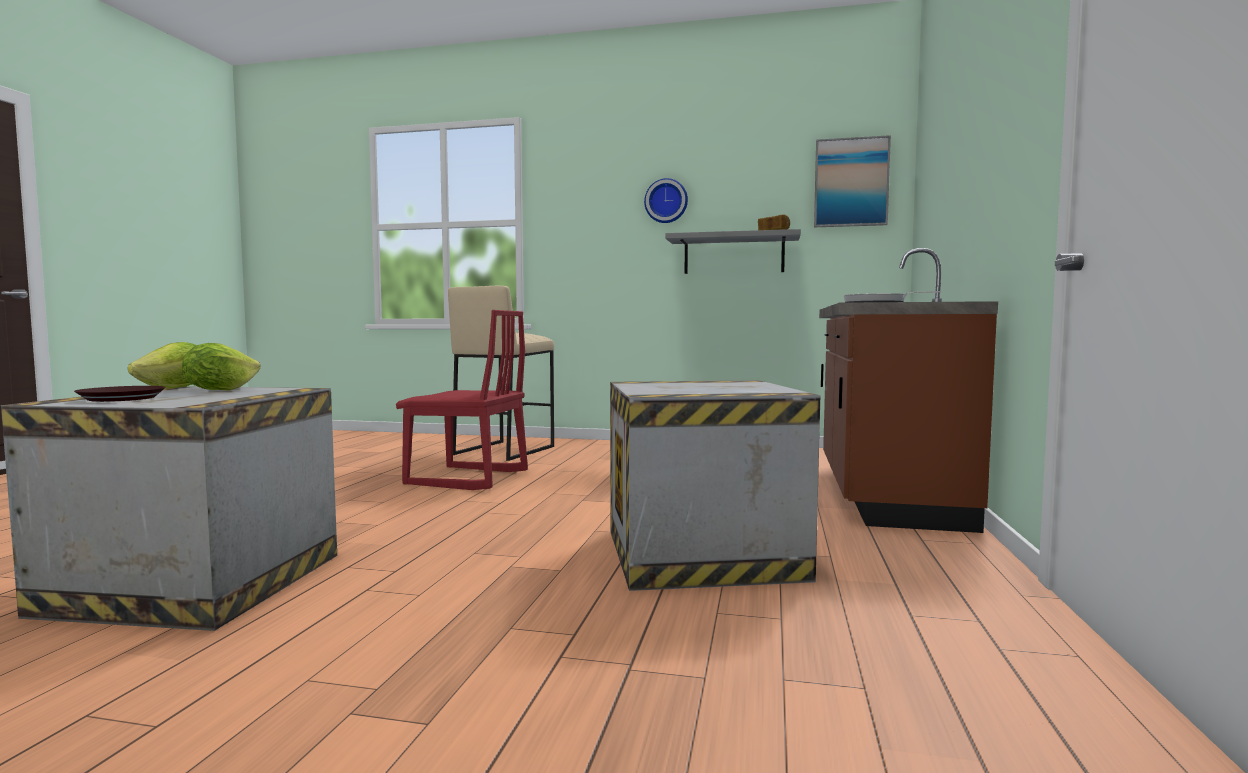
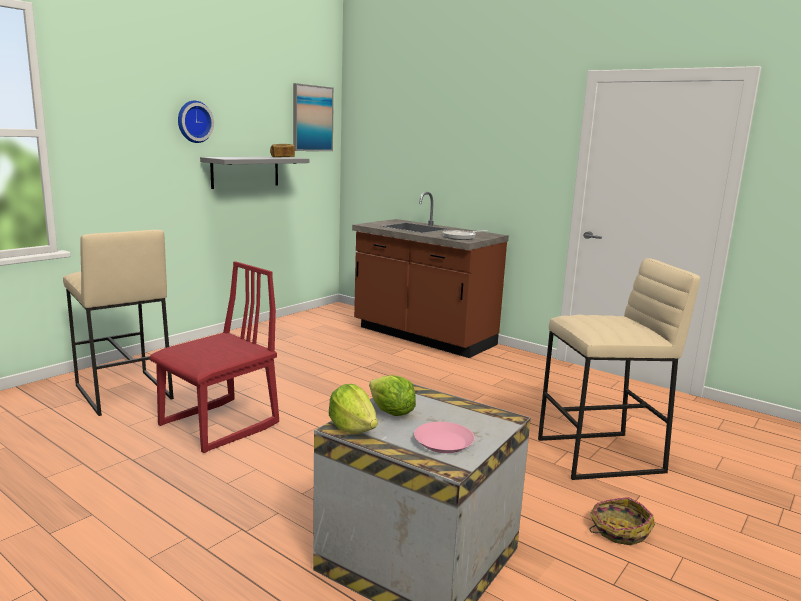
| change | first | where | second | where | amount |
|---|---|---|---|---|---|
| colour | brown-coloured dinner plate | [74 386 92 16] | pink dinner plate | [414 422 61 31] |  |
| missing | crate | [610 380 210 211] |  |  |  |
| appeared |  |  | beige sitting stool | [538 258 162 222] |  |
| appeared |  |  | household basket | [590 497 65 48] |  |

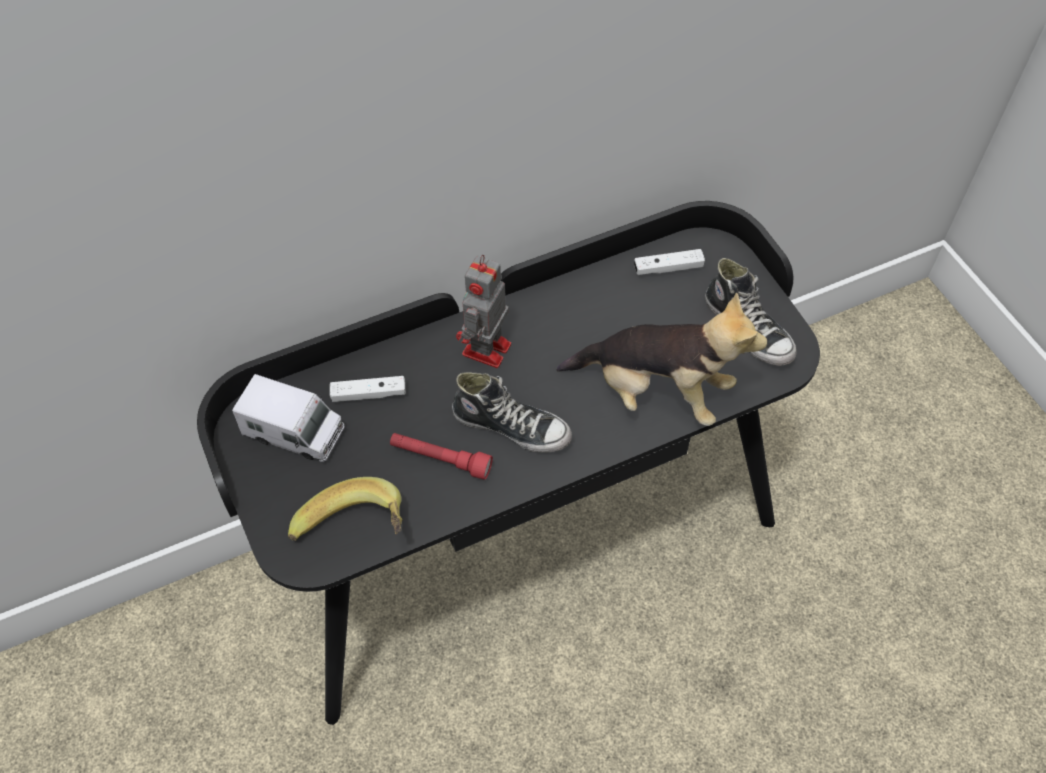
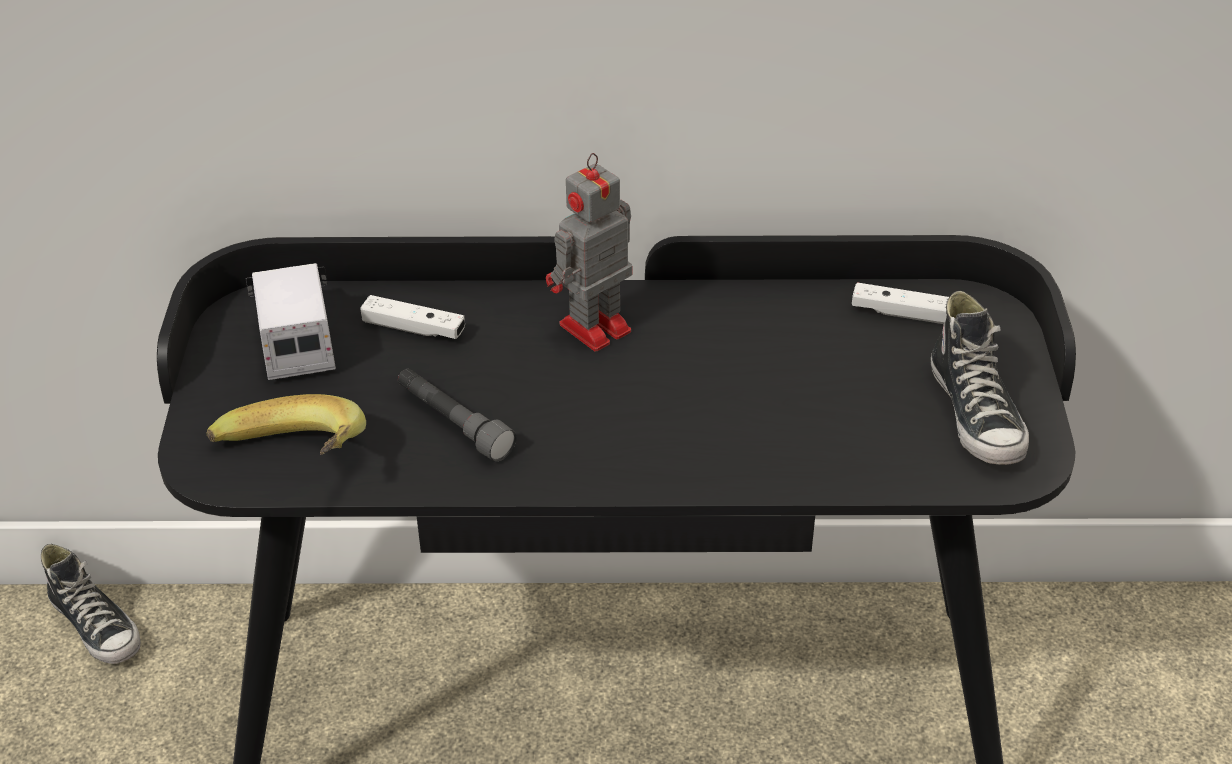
| change | first | where | second | where | amount |
|---|---|---|---|---|---|
| spun | toy lorry | [232 374 113 88] |  | [246 263 90 117] | 150 degrees counterclockwise |
| colour | red-coloured torch | [390 433 103 47] | grey torch | [398 369 118 93] |  |
| relocated | shoe | [452 372 120 81] |  | [41 544 100 120] |  |
| missing | cuddly toy | [556 292 211 134] |  |  |  |

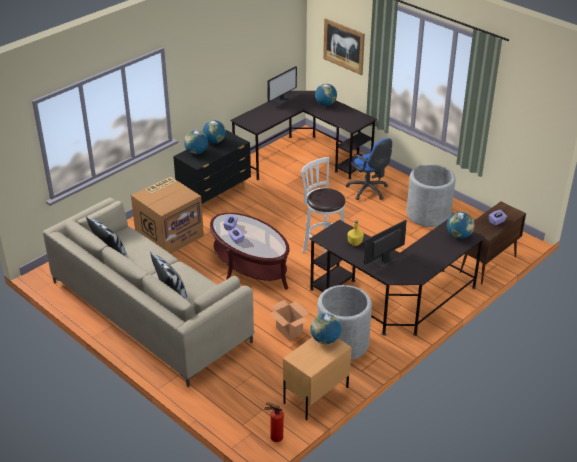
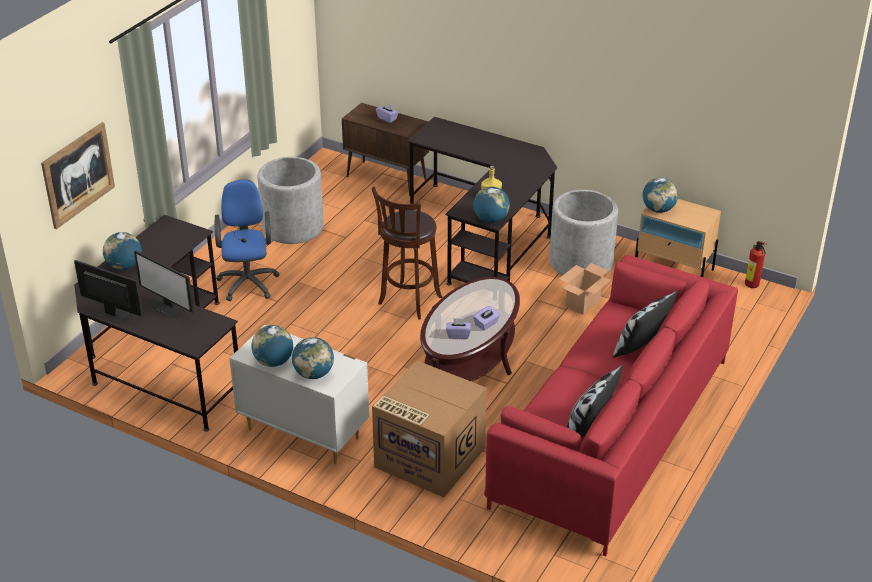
| change | first | where | second | where | amount |
|---|---|---|---|---|---|
| colour | beige sofa | [43 198 212 189] | red-coloured sofa | [484 255 254 301] |  |
| colour | blackish chest of drawers | [173 130 78 74] | whitish chest of drawers | [229 325 140 140] |  |
| colour | whitish sitting stool | [301 157 44 97] | brown-coloured sitting stool | [372 187 70 133] |  |
| spun | blue computer chair | [346 138 46 62] |  | [215 179 65 122] | 45 degrees counterclockwise |
| relocated | computer screen | [364 220 43 48] |  | [134 250 60 67] |  |
| relocated | globe | [447 212 27 27] |  | [473 187 37 36] |  |

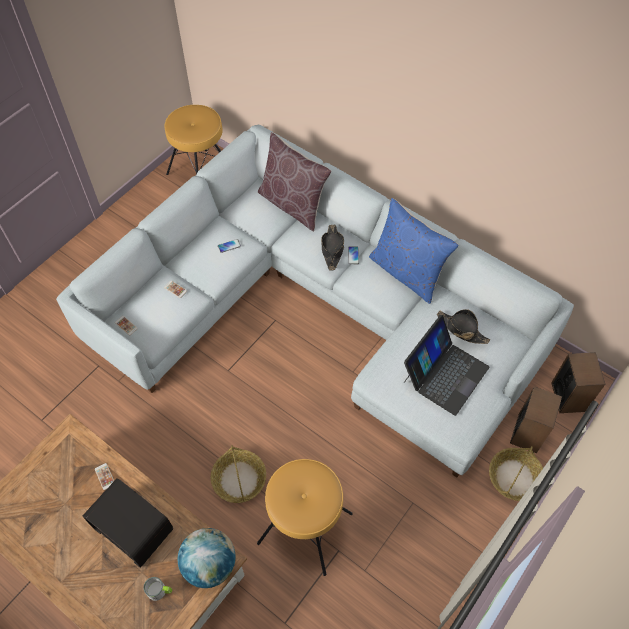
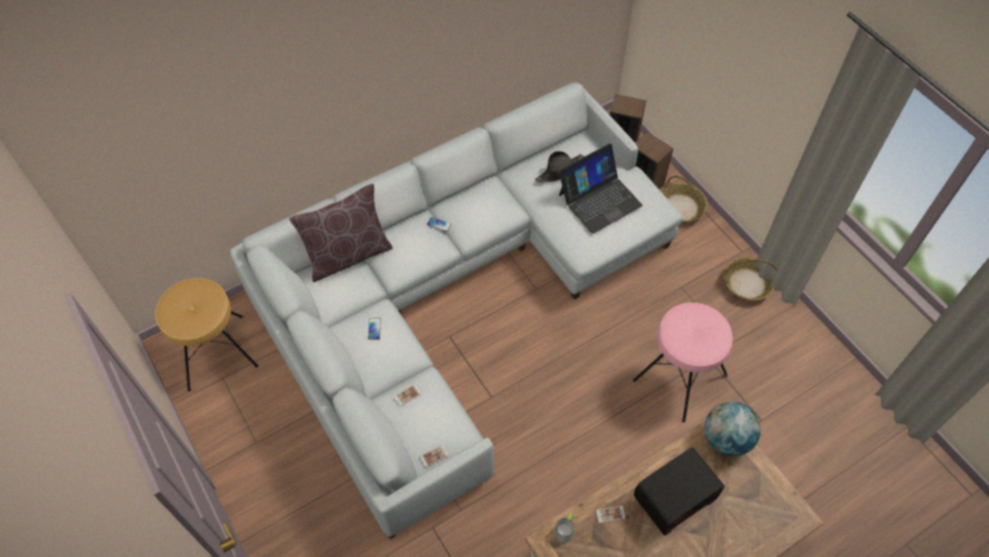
| change | first | where | second | where | amount |
|---|---|---|---|---|---|
| relocated | mug | [144 577 28 24] |  | [555 513 20 29] |  |
| relocated | household basket | [211 445 55 58] |  | [724 257 53 44] |  |
| colour | brown-coloured sitting stool | [257 459 96 117] | pink sitting stool | [633 303 100 119] |  |
| missing | blackish clothing hat | [321 224 23 47] |  |  |  |
| missing | blue throw pillow | [369 198 90 106] |  |  |  |
| spun | laptop | [404 315 86 101] |  | [559 143 84 91] | 90 degrees clockwise |

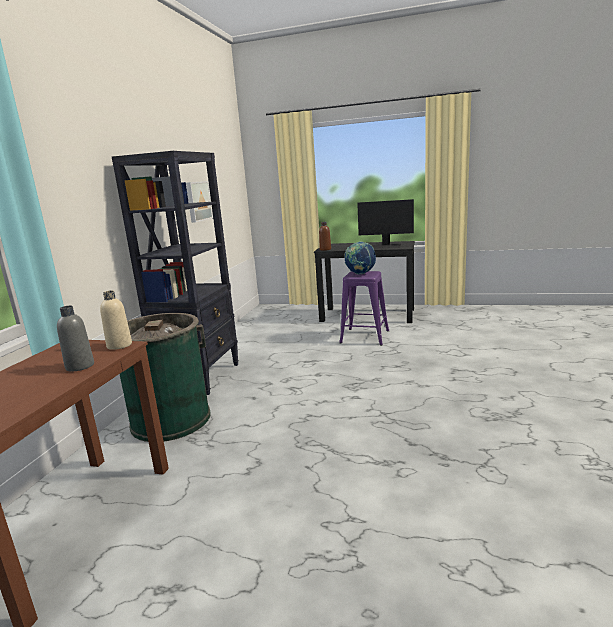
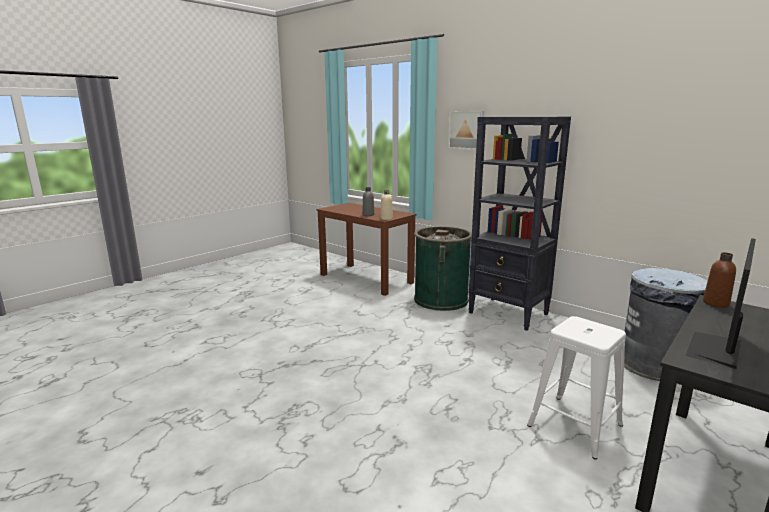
| change | first | where | second | where | amount |
|---|---|---|---|---|---|
| relocated | wall picture | [186 181 27 42] |  | [448 111 37 39] |  |
| colour | purple sitting stool | [340 271 49 75] | whitish sitting stool | [527 316 99 144] |  |
| missing | globe | [344 241 32 34] |  |  |  |
| appeared |  |  | grey trash can | [624 268 83 113] |  |

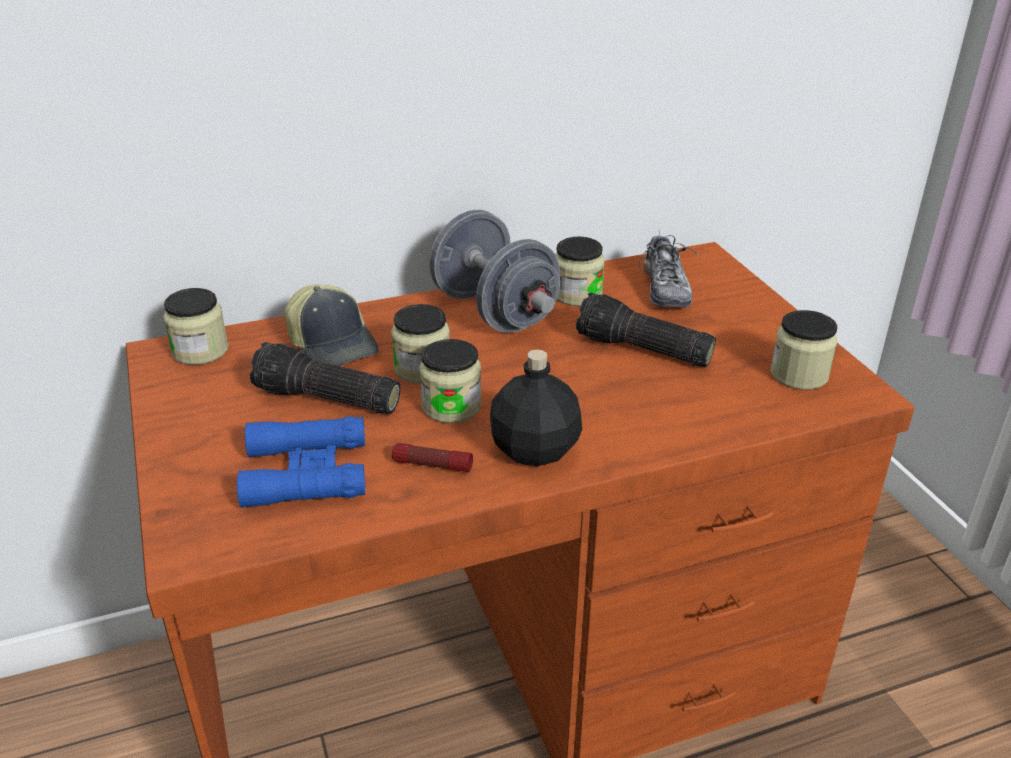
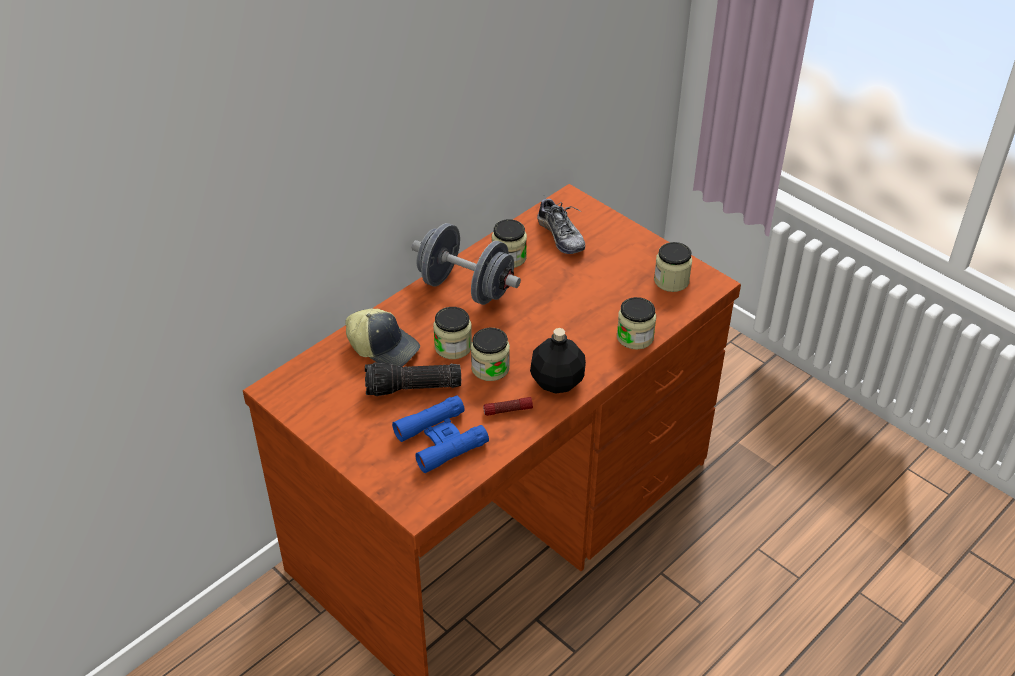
| change | first | where | second | where | amount |
|---|---|---|---|---|---|
| relocated | preserve jar | [163 288 65 77] |  | [617 297 39 53] |  |
| missing | torch | [576 292 140 75] |  |  |  |

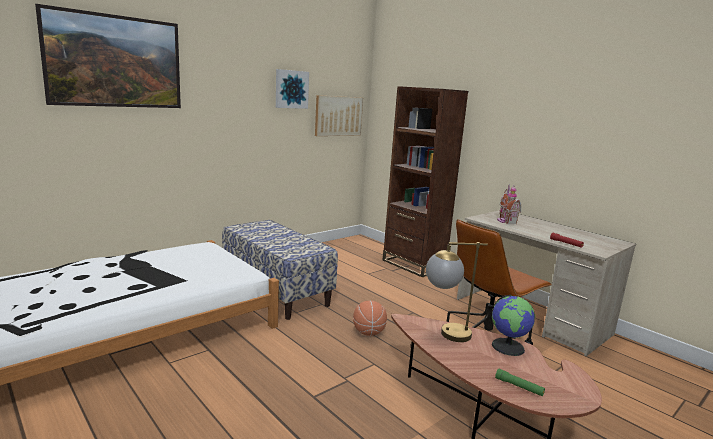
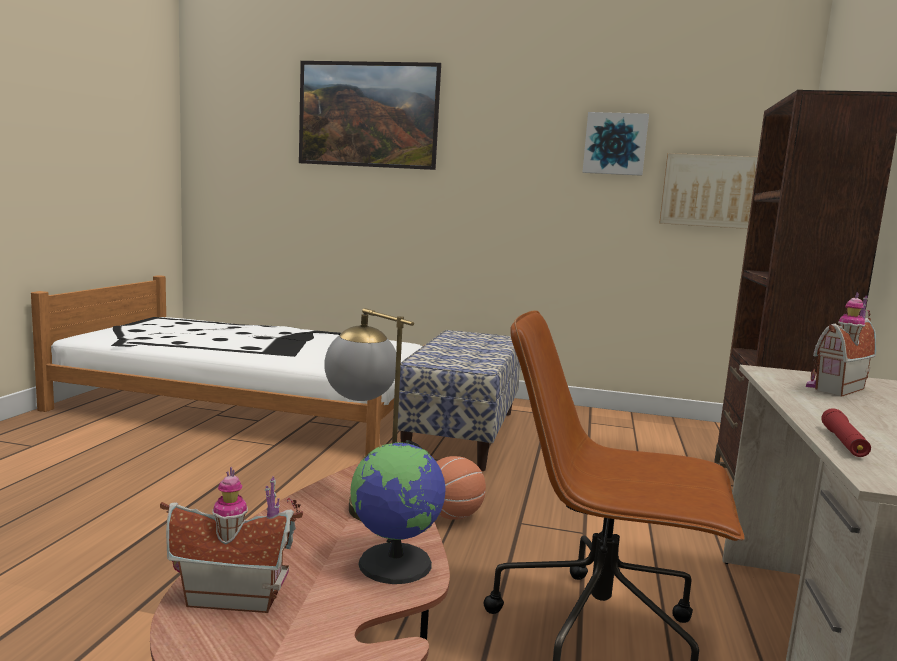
| change | first | where | second | where | amount |
|---|---|---|---|---|---|
| exchanged | greenish torch | [495 368 50 28] | miniature house | [160 467 143 146] |  |

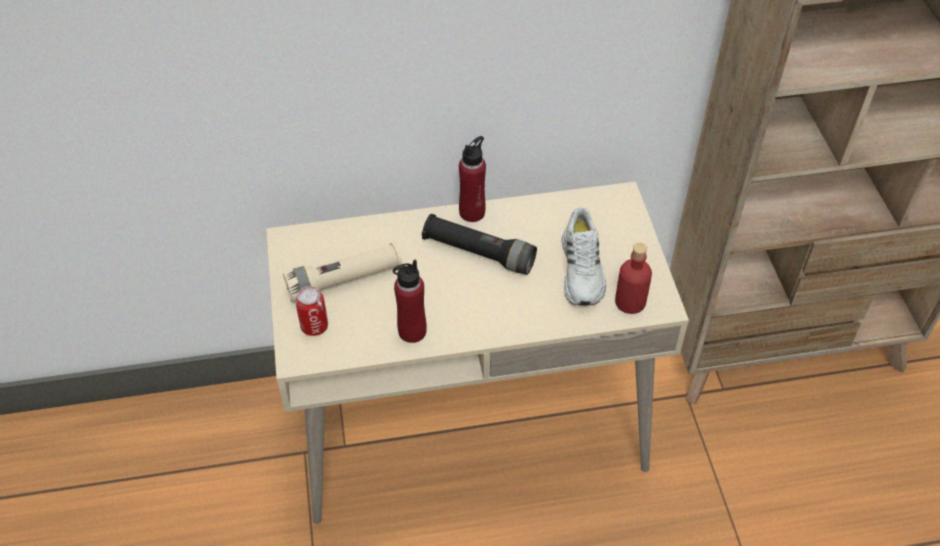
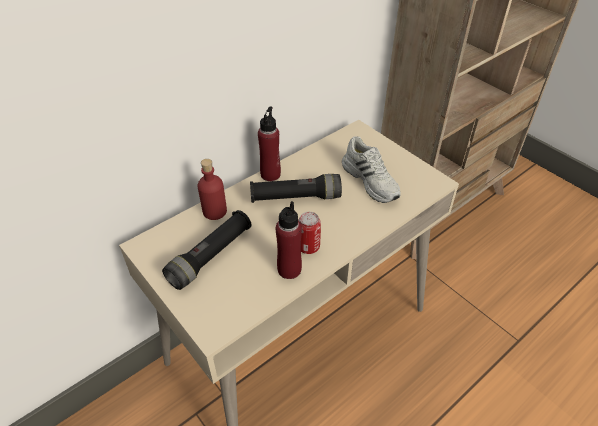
| change | first | where | second | where | amount |
|---|---|---|---|---|---|
| colour | beige torch | [283 241 119 61] | blackish torch | [162 210 90 80] |  |
| relocated | sealed can | [295 286 33 50] |  | [298 212 23 42] |  |
| relocated | red-coloured drink bottle | [615 243 37 71] |  | [198 159 29 61] |  |

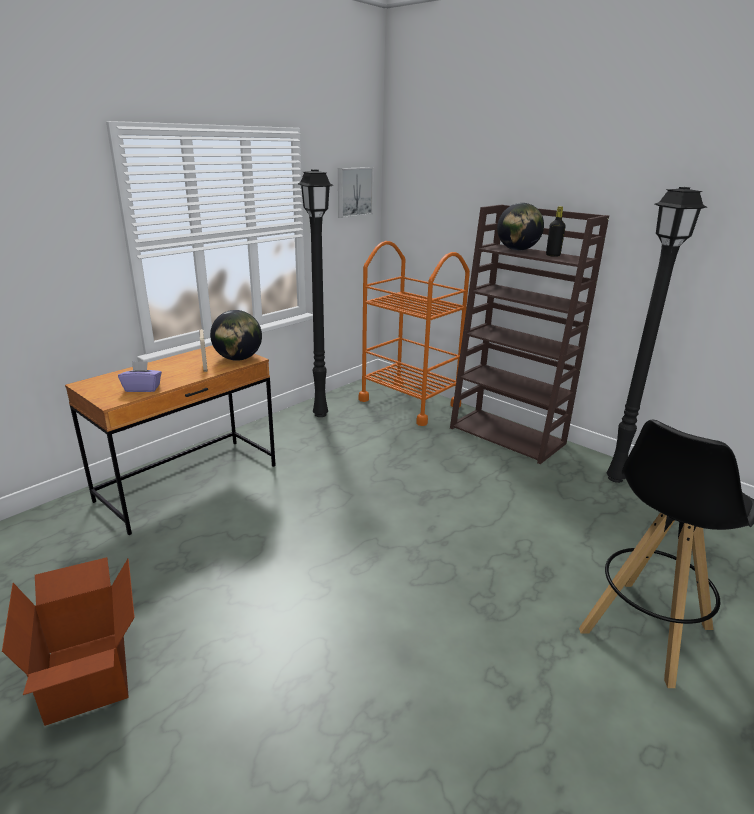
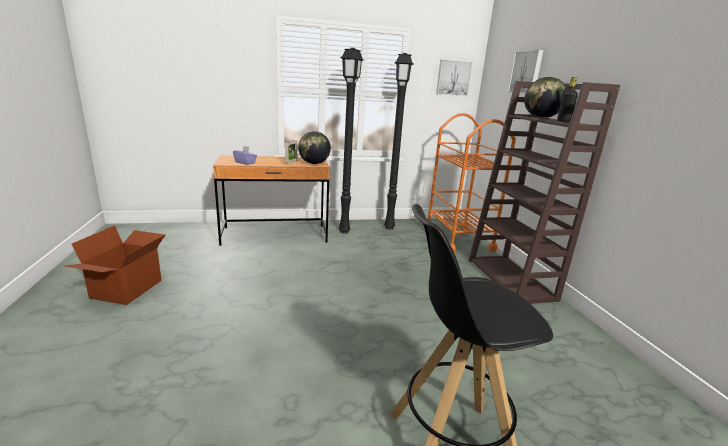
| change | first | where | second | where | amount |
|---|---|---|---|---|---|
| relocated | blackish floor lamp | [606 187 101 296] |  | [339 48 25 186] |  |
| appeared |  |  | wall picture | [508 50 36 43] |  |

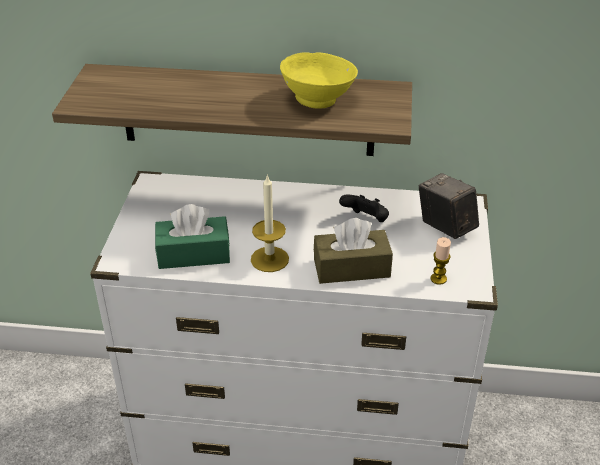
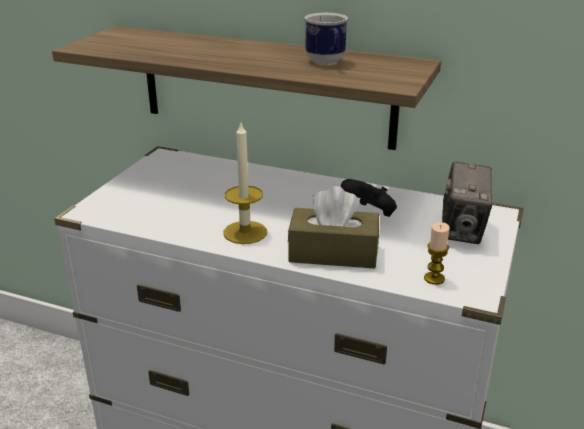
| change | first | where | second | where | amount |
|---|---|---|---|---|---|
| missing | greenish box of tissues | [155 204 75 65] |  |  |  |
| exchanged | yellowish deep dish | [280 52 78 57] | mug | [305 13 43 52] |  |
| spun | photo camera | [419 173 60 66] |  | [442 162 50 82] | 150 degrees counterclockwise |

